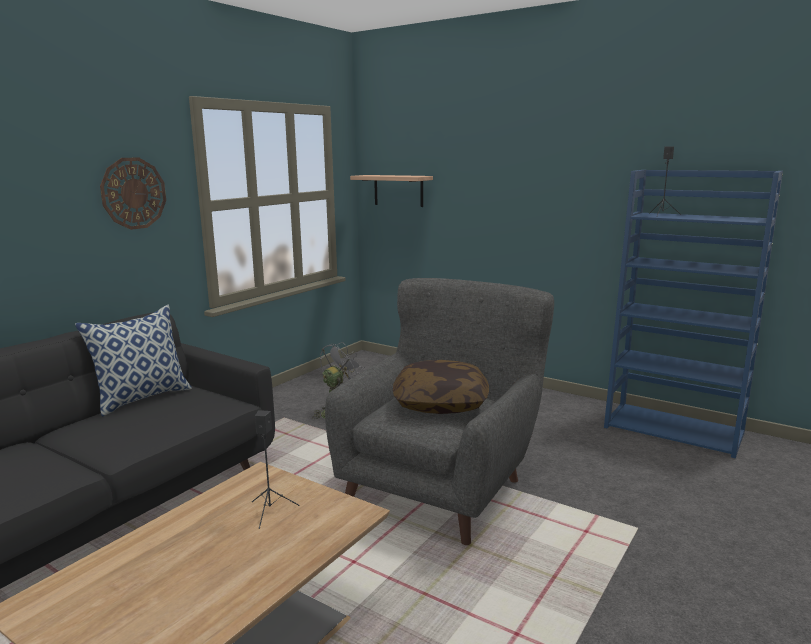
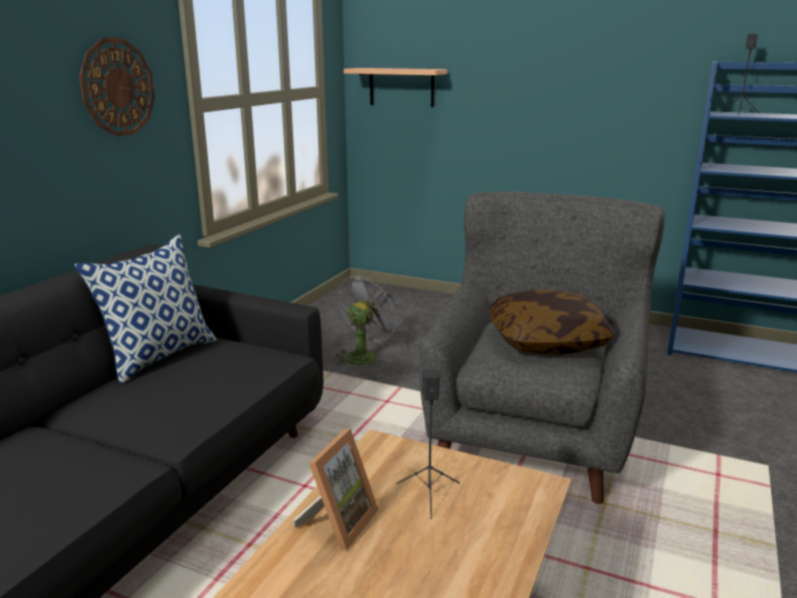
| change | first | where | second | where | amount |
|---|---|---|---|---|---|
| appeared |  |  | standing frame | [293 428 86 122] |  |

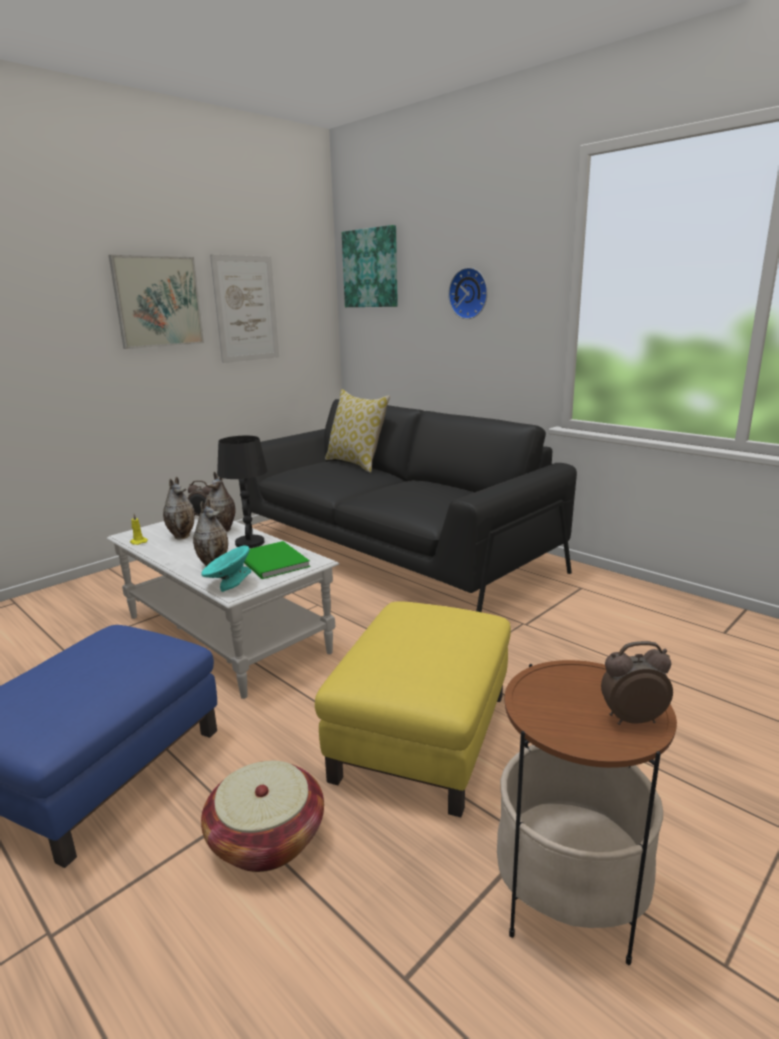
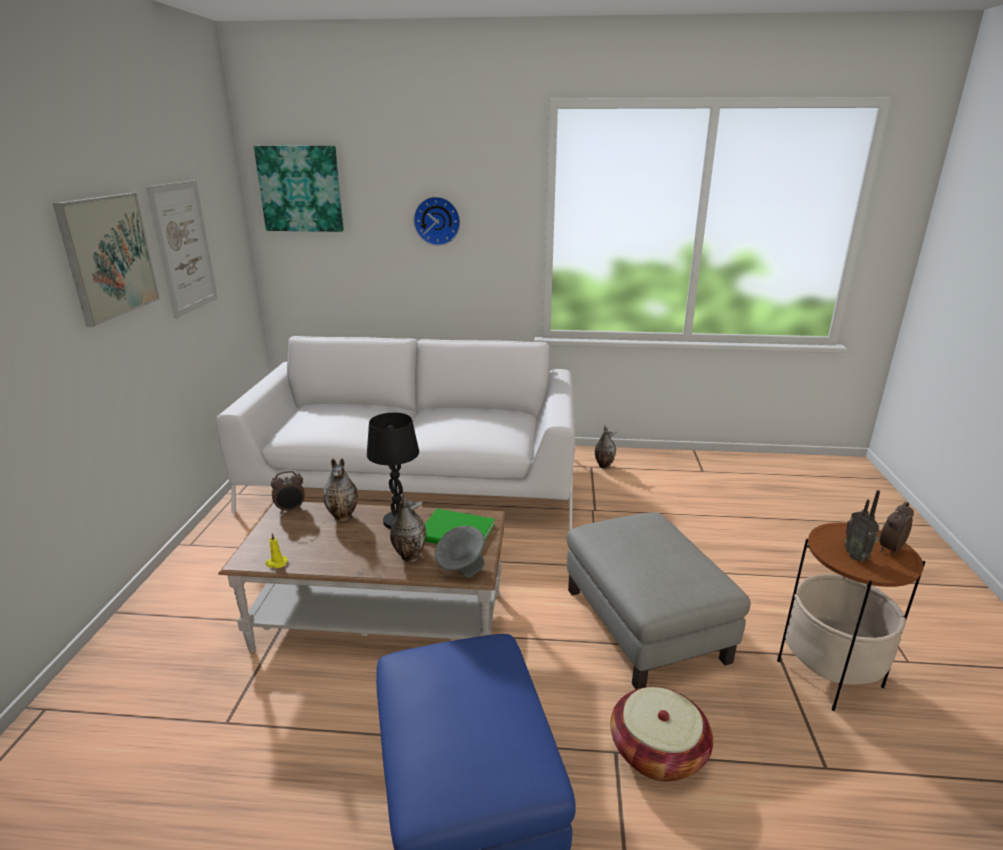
| change | first | where | second | where | amount |
|---|---|---|---|---|---|
| colour | whitish lounge table | [107 515 232 184] | brown-coloured lounge table | [218 502 288 151] |  |
| relocated | vase | [163 477 31 62] |  | [595 425 21 44] |  |
| colour | blue-green deep dish | [201 545 50 47] | grey deep dish | [434 526 51 52] |  |
| colour | blackish sofa | [239 399 338 213] | whitish sofa | [216 336 359 194] |  |
| colour | yellowish pouffe | [315 602 196 215] | grey pouffe | [567 512 183 177] |  |
| missing | throw pillow | [325 389 65 84] |  |  |  |
| appeared |  |  | radio set | [845 490 35 71] |  |

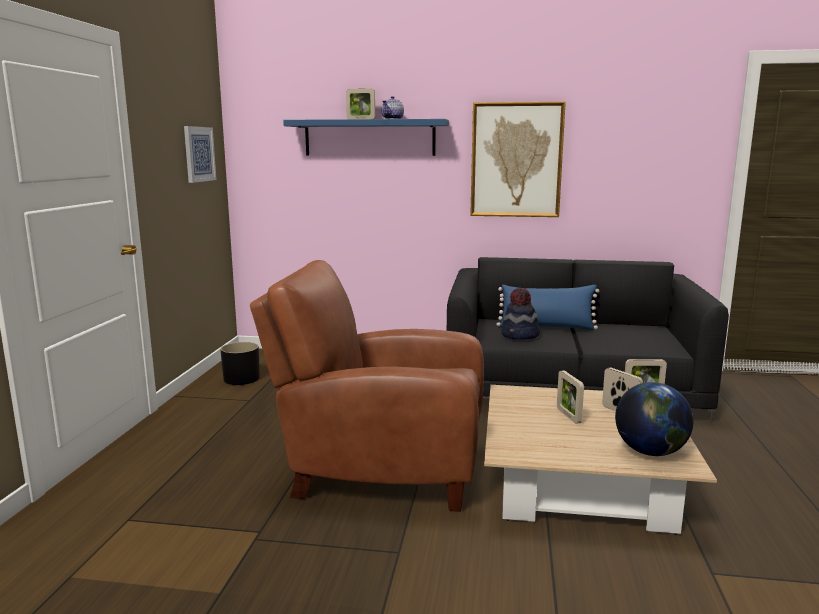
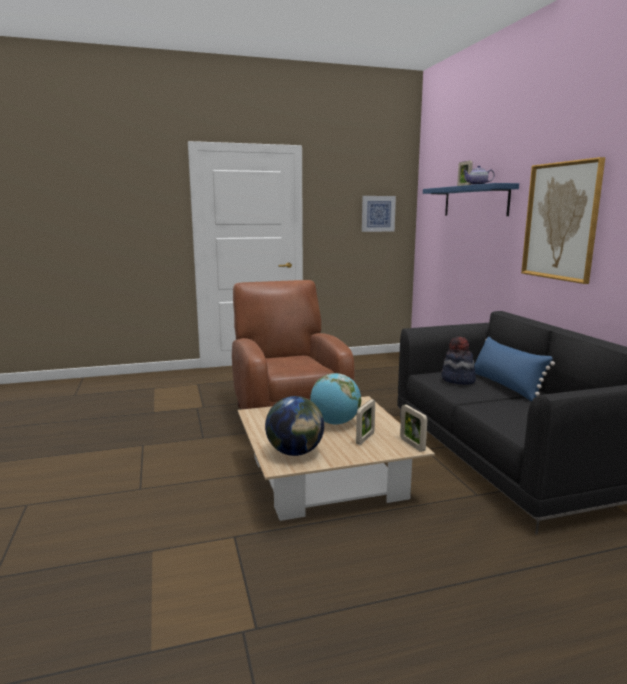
| change | first | where | second | where | amount |
|---|---|---|---|---|---|
| missing | blackish flower pot | [220 342 40 43] |  |  |  |
| exchanged | standing frame | [557 370 27 54] | globe | [310 373 51 52] |  |

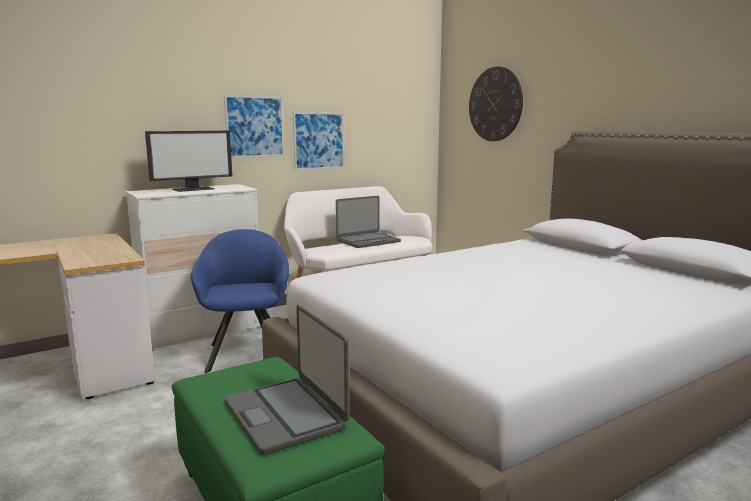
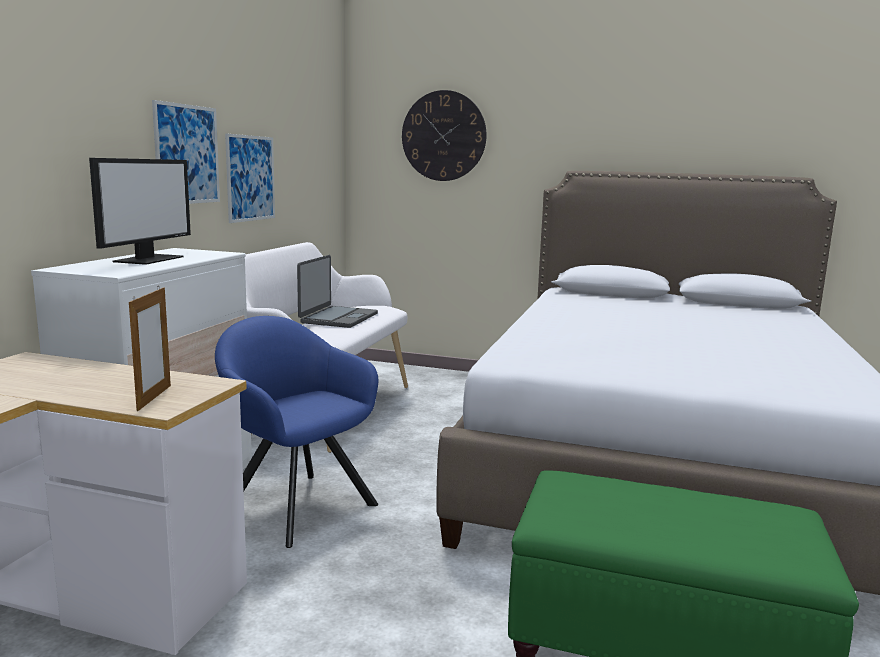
| change | first | where | second | where | amount |
|---|---|---|---|---|---|
| missing | laptop | [225 305 125 150] |  |  |  |
| appeared |  |  | standing frame | [129 287 42 124] |  |

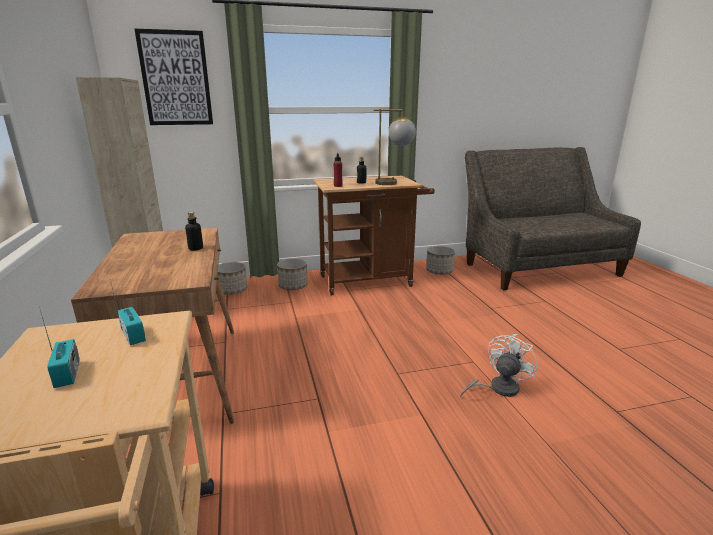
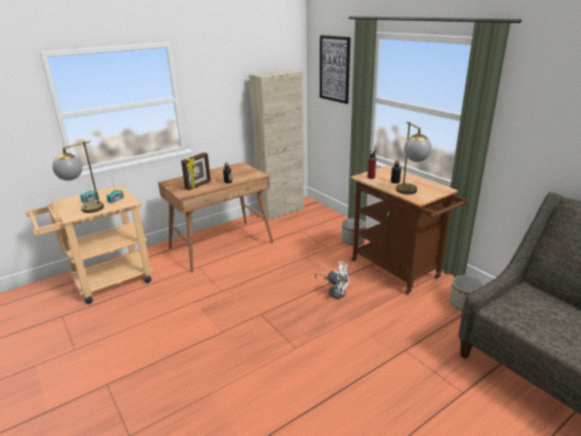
| change | first | where | second | where | amount |
|---|---|---|---|---|---|
| missing | flower pot | [218 262 30 33] |  |  |  |
| relocated | whitish cooling fan | [460 334 77 63] |  | [315 261 34 38] |  |
| appeared |  |  | lamp for a table | [52 141 52 72] |  |
| appeared |  |  | standing frame | [181 153 30 37] |  |

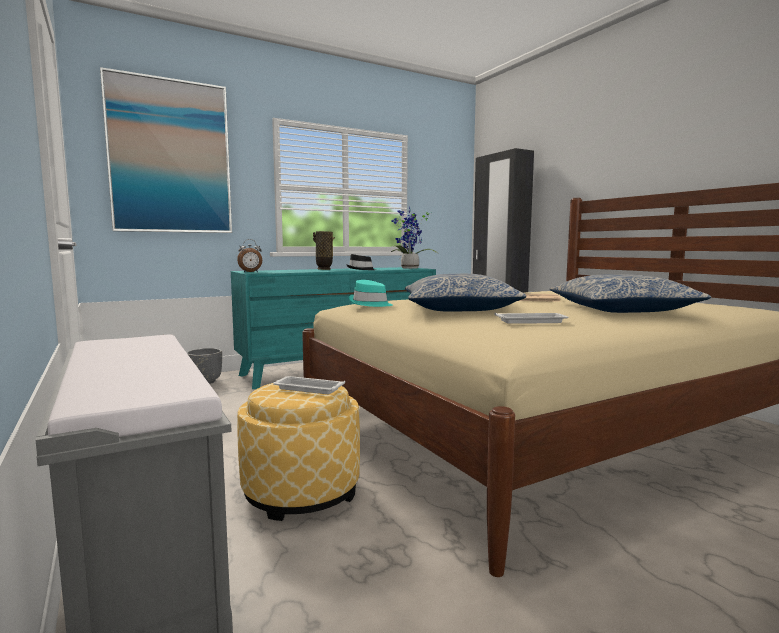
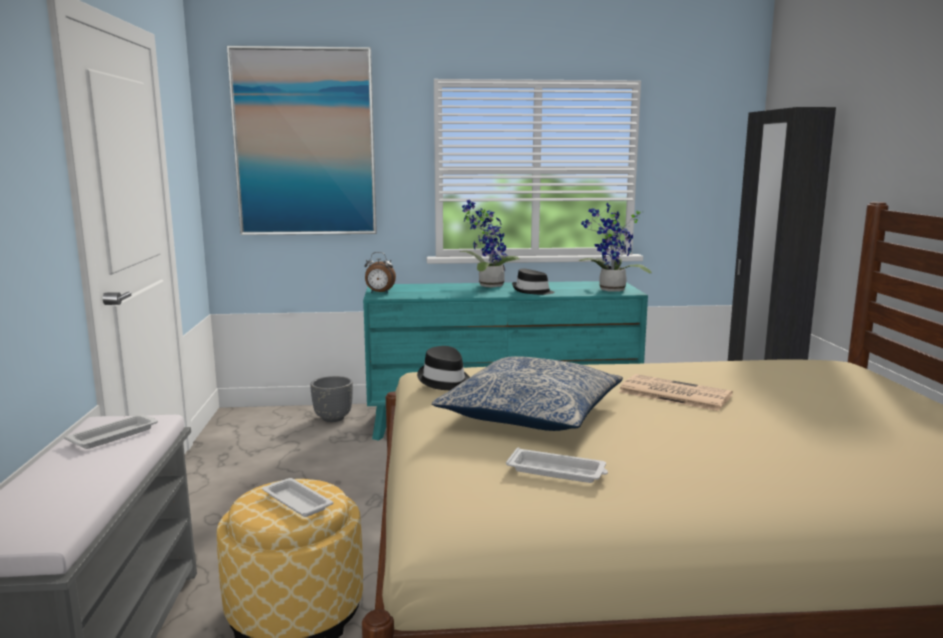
| change | first | where | second | where | amount |
|---|---|---|---|---|---|
| exchanged | vase | [313 231 22 39] | plant in a pot | [460 200 60 87] |  |
| colour | blue-green clothing hat | [349 280 44 27] | blackish clothing hat | [417 346 53 44] |  |
| missing | throw pillow | [550 274 161 39] |  |  |  |
| appeared |  |  | whitish carrying tray | [64 414 94 35] |  |

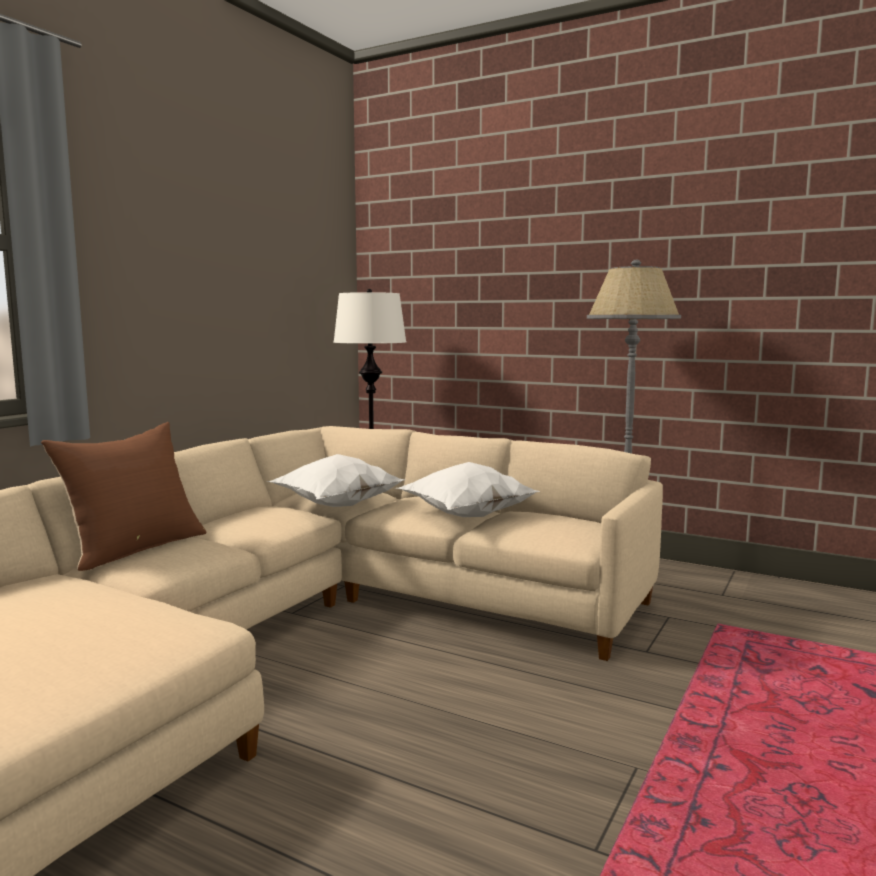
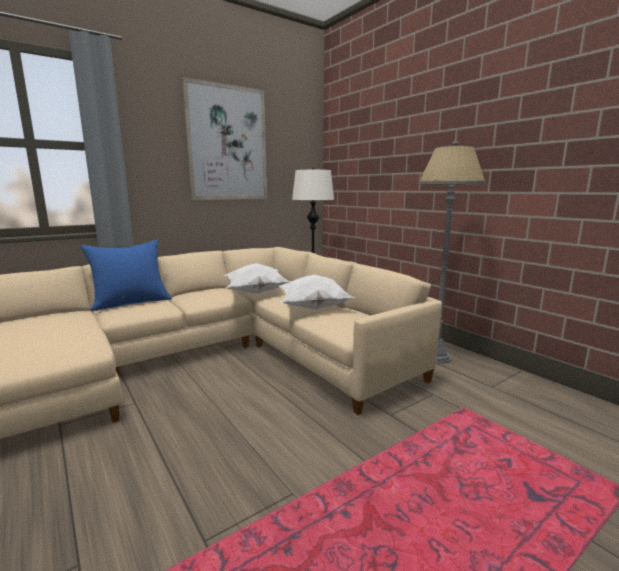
| change | first | where | second | where | amount |
|---|---|---|---|---|---|
| colour | brown-coloured throw pillow | [41 422 166 149] | blue throw pillow | [80 239 92 72] |  |
| appeared |  |  | wall picture | [182 77 85 123] |  |

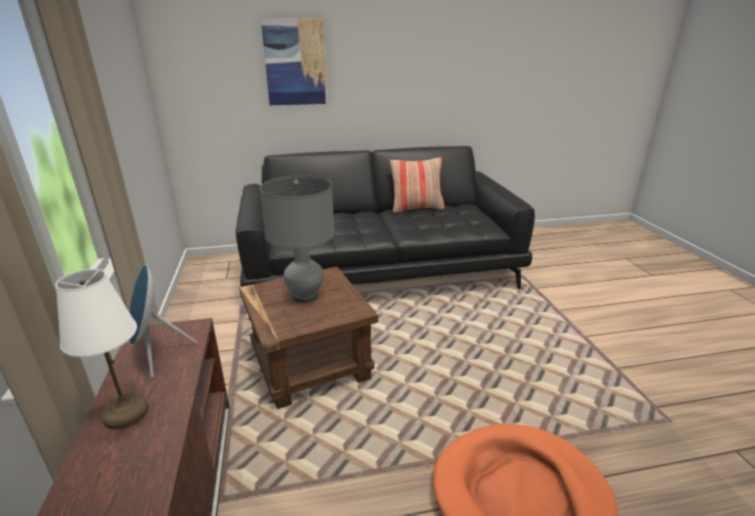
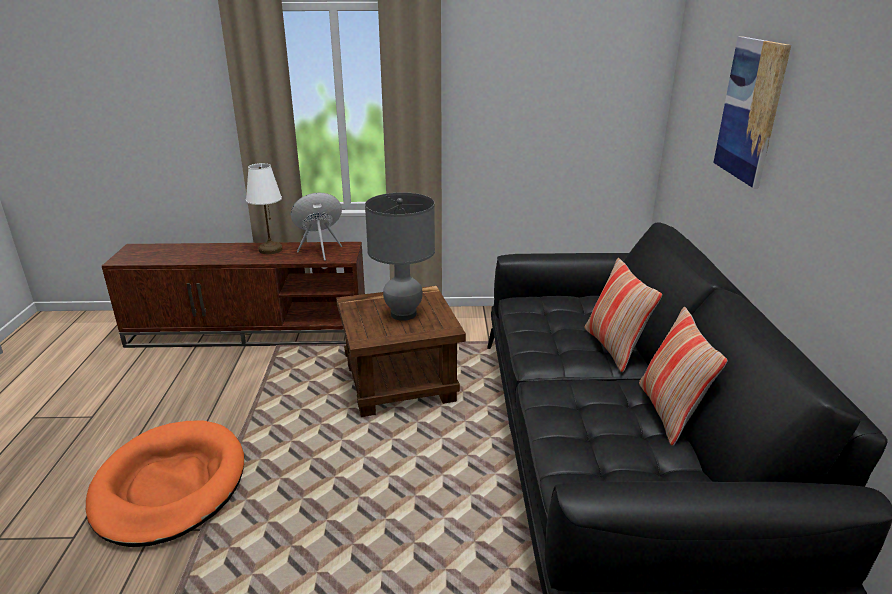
| change | first | where | second | where | amount |
|---|---|---|---|---|---|
| appeared |  |  | throw pillow | [584 258 78 114] |  |

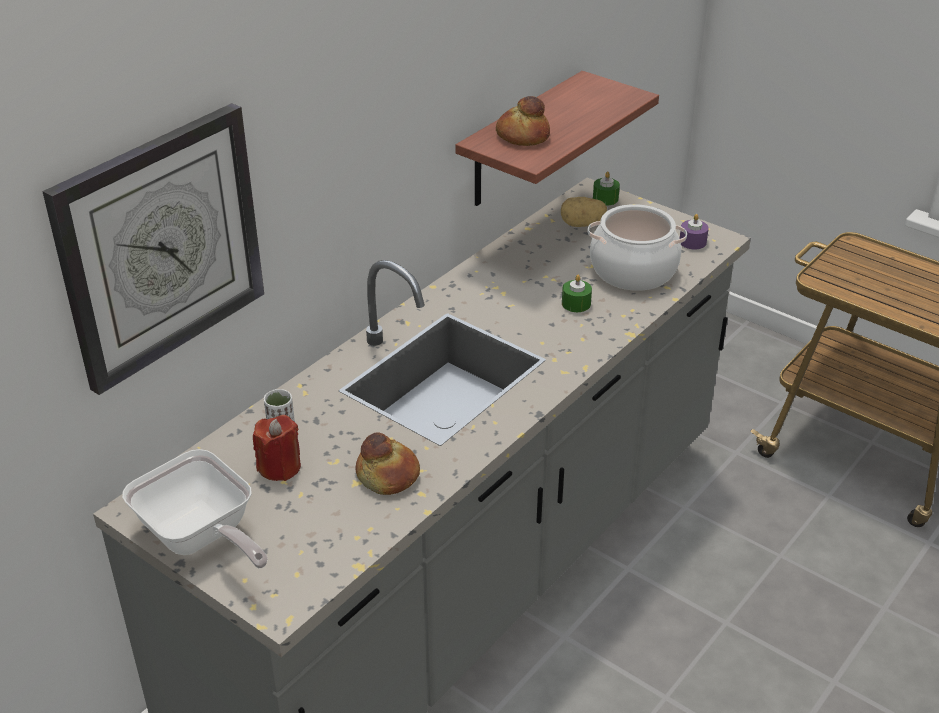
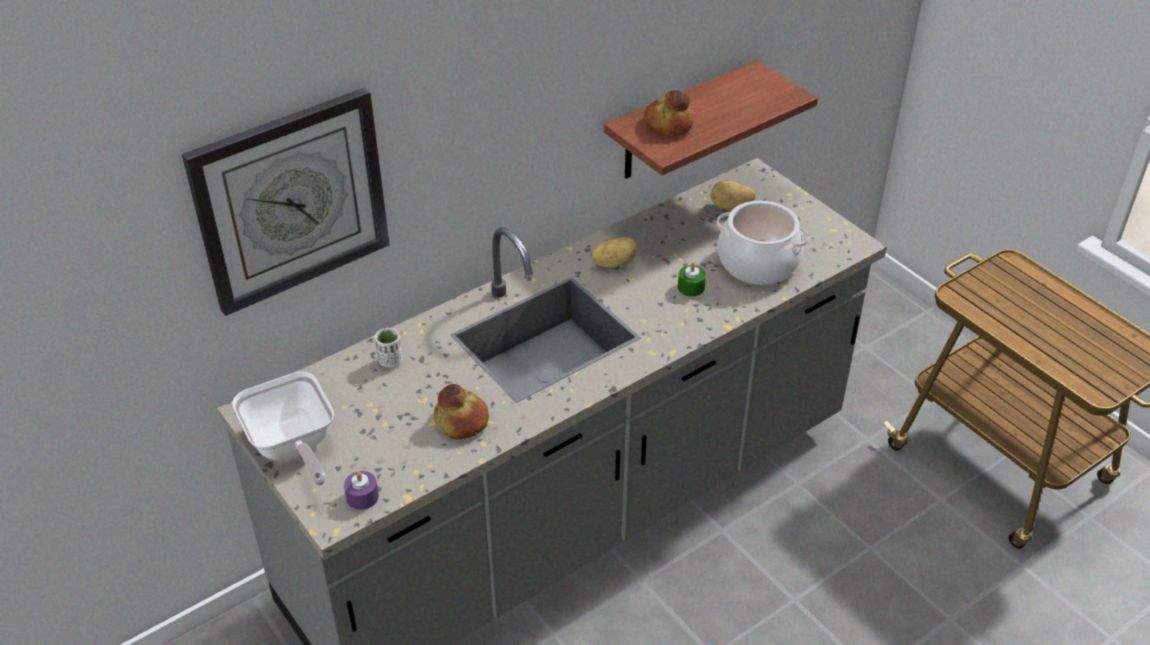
| change | first | where | second | where | amount |
|---|---|---|---|---|---|
| missing | red-coloured candle | [253 415 48 66] |  |  |  |
| missing | greenish candle | [593 171 27 35] |  |  |  |
| relocated | purple candle | [680 214 29 35] |  | [344 471 35 39] |  |
| appeared |  |  | spud | [591 238 46 29] |  |

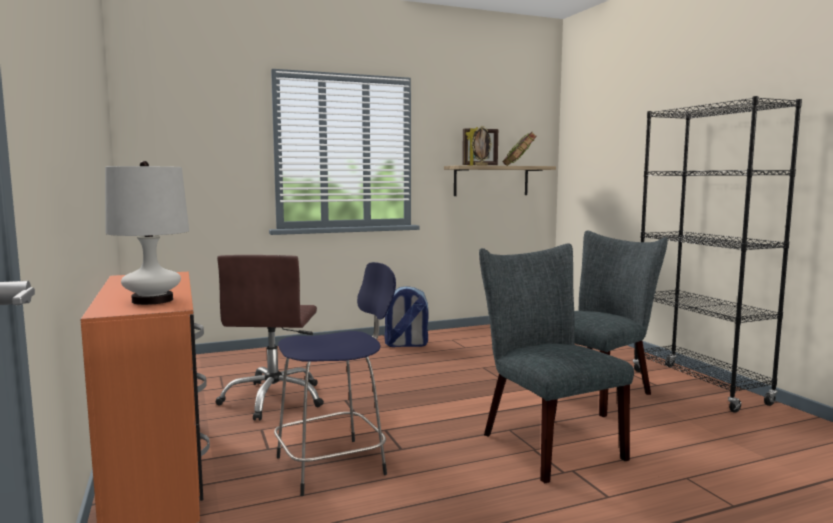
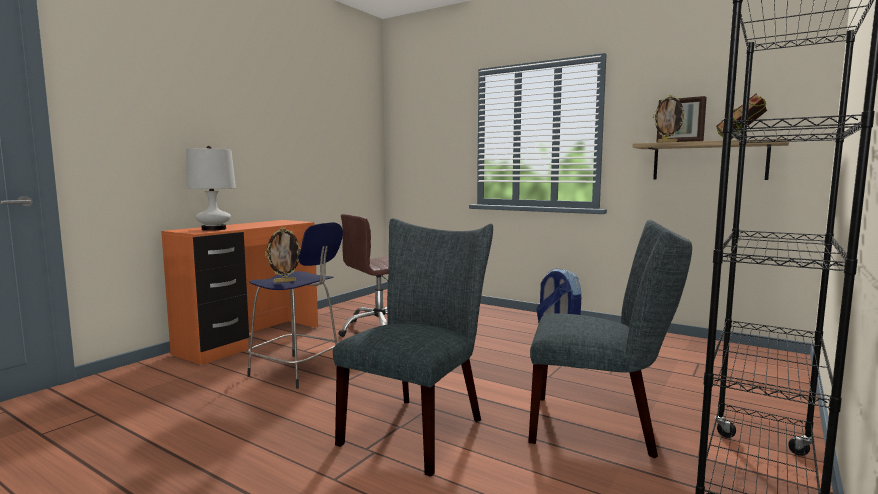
| change | first | where | second | where | amount |
|---|---|---|---|---|---|
| appeared |  |  | standing frame | [265 227 36 56] |  |

